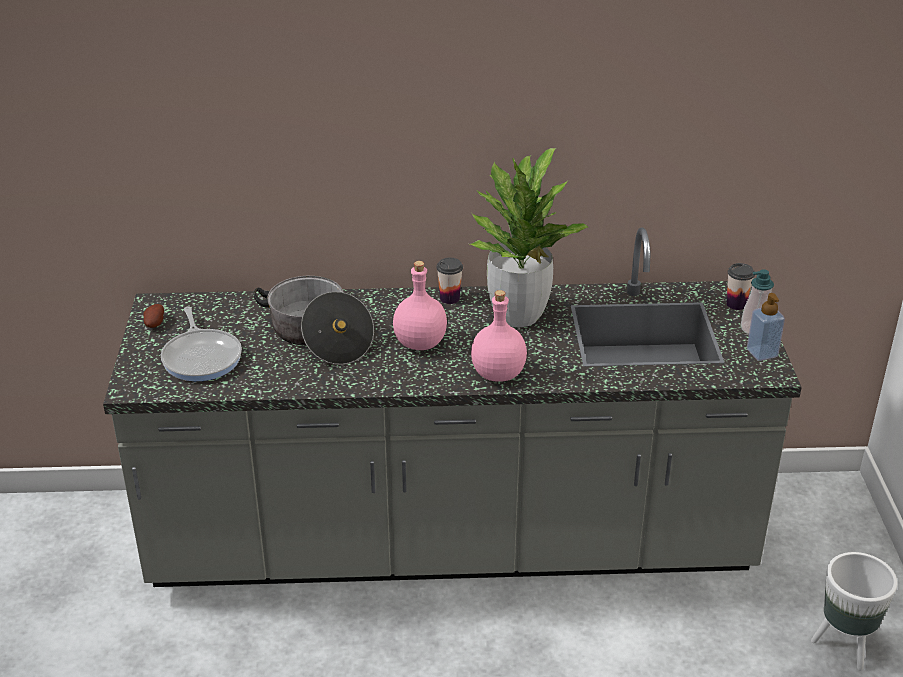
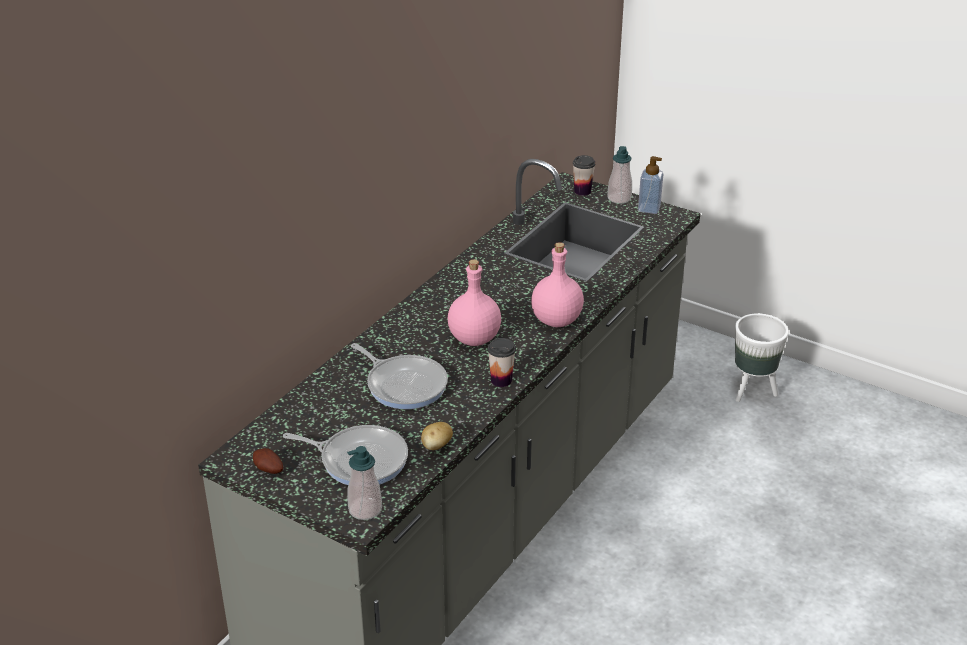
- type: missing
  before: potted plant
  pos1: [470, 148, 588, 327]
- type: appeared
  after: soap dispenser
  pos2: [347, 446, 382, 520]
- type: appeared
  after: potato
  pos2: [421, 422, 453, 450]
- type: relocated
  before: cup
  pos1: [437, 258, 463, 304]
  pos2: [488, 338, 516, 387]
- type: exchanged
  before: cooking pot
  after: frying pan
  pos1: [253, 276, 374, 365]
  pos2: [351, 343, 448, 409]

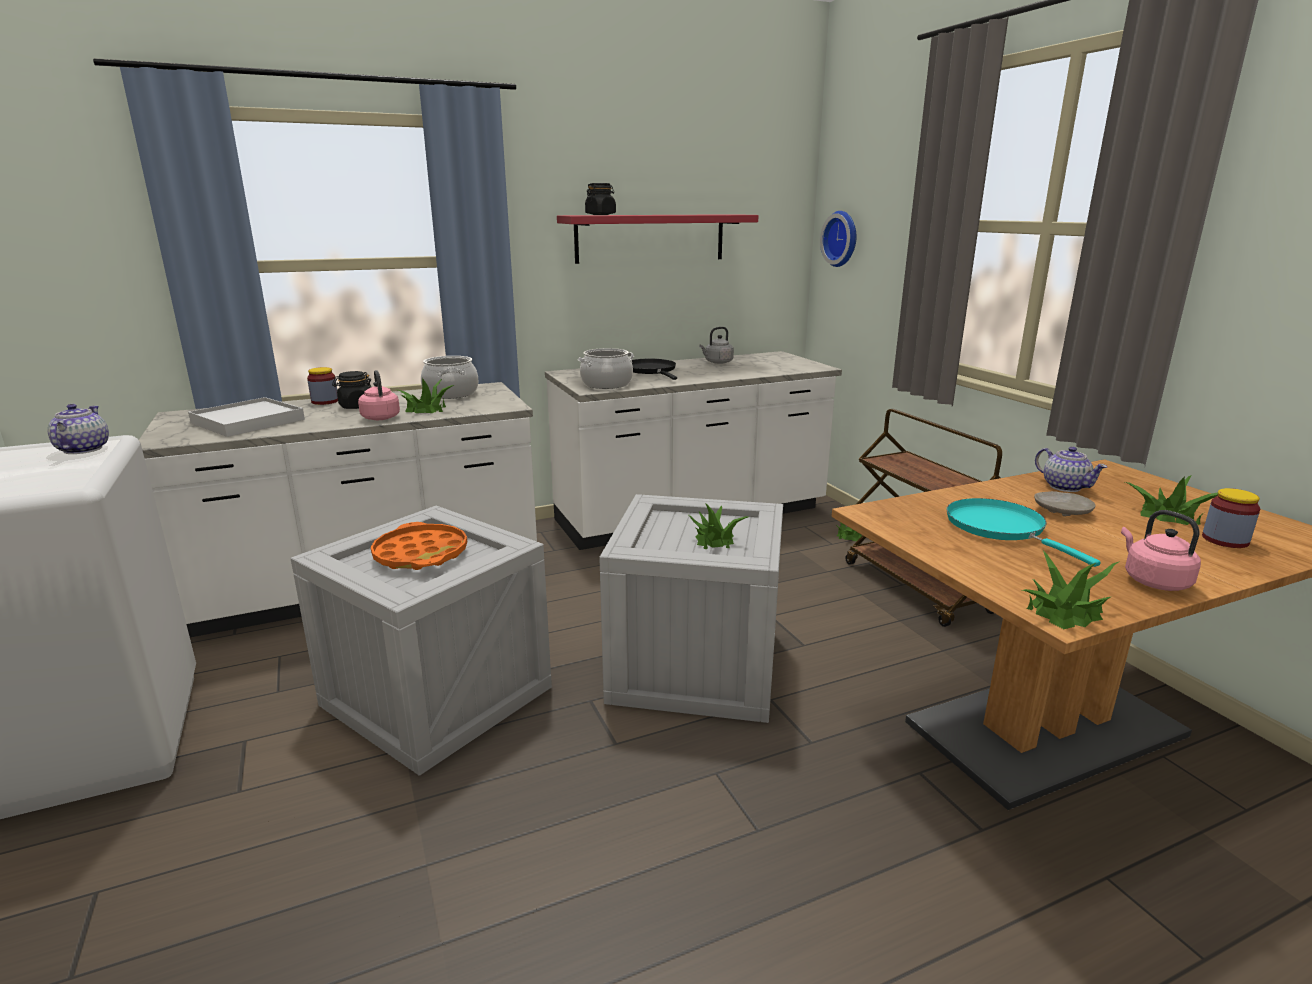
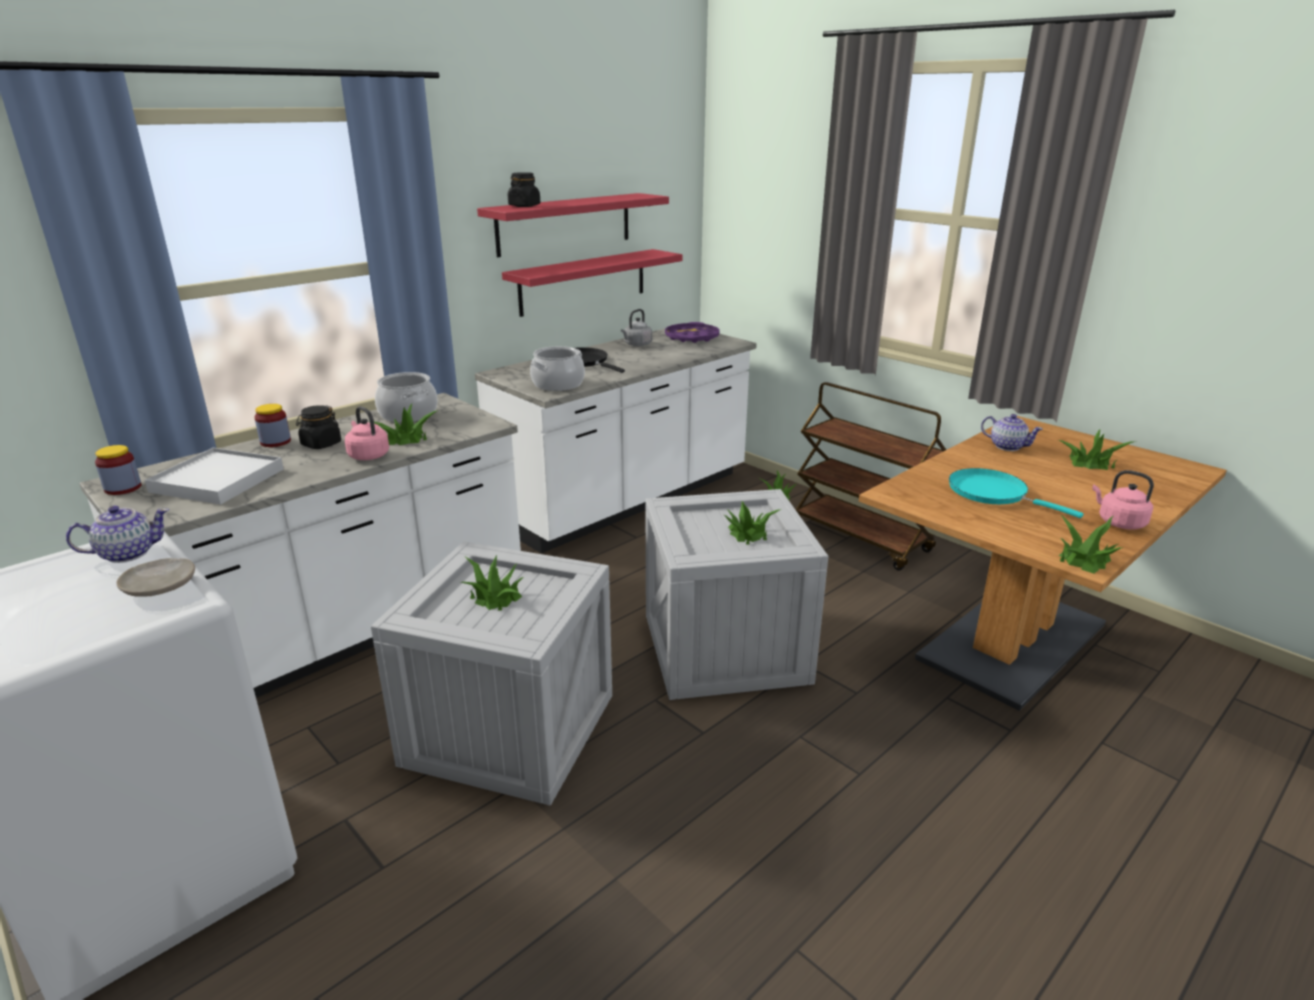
- type: missing
  before: wall clock
  pos1: [820, 211, 856, 267]
- type: appeared
  after: shelf (red)
  pos2: [502, 249, 683, 317]
- type: appeared
  after: tray (purple)
  pos2: [665, 322, 720, 343]
- type: relocated
  before: plate (beige)
  pos1: [1034, 491, 1096, 516]
  pos2: [116, 558, 195, 597]
- type: relocated
  before: jar
  pos1: [1202, 488, 1260, 548]
  pos2: [95, 445, 142, 495]
- type: exchanged
  before: tray (orange)
  after: potted plant
  pos1: [371, 522, 467, 570]
  pos2: [459, 554, 524, 611]
- type: spun
  before: teapot
  pos1: [47, 404, 109, 454]
  pos2: [66, 506, 169, 563]
  turn: 90

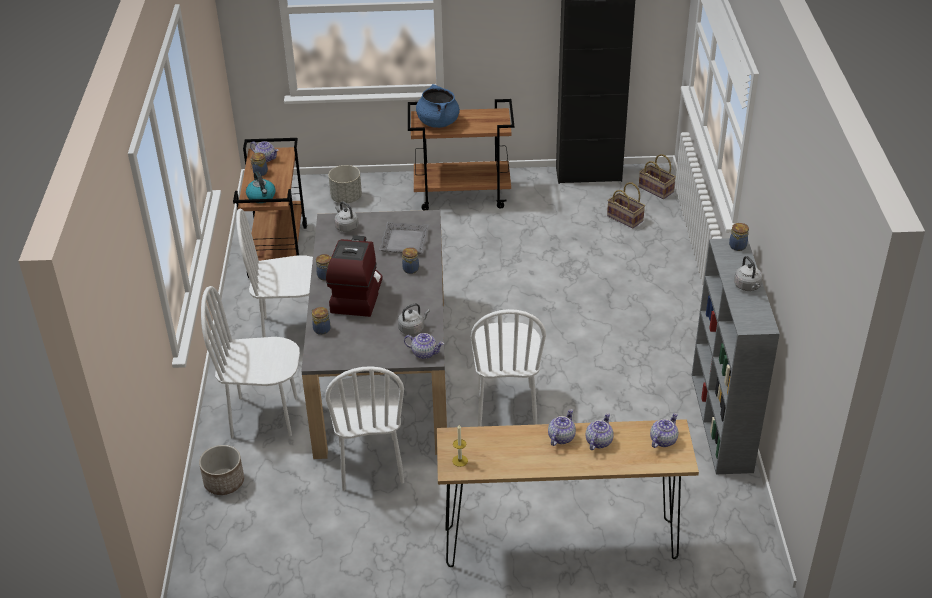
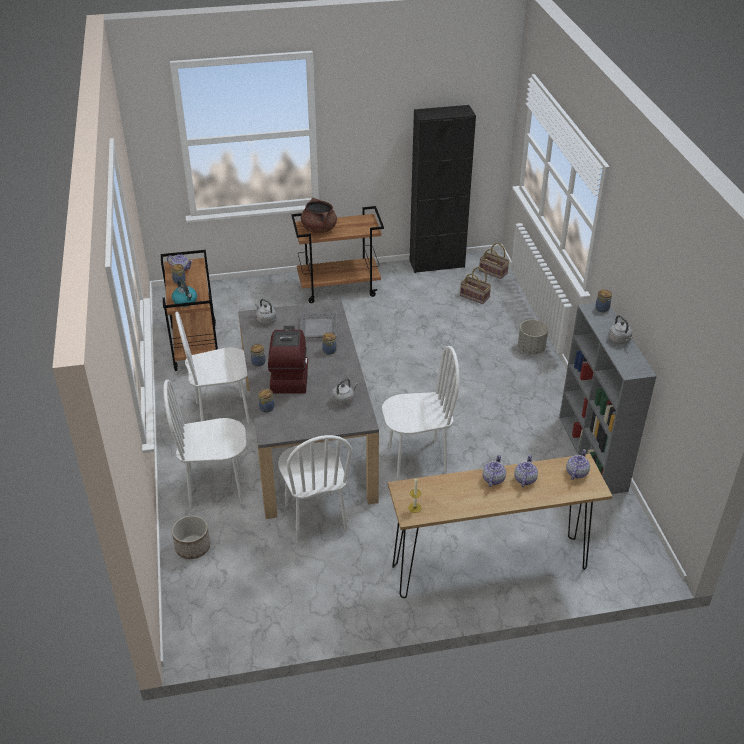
- type: missing
  before: teapot
  pos1: [404, 333, 444, 359]
- type: relocated
  before: planter (grey)
  pos1: [329, 165, 362, 203]
  pos2: [518, 320, 548, 354]
- type: colour
  before: cooking pot (blue)
  after: cooking pot (brown)
  pos1: [416, 84, 460, 128]
  pos2: [301, 198, 337, 233]
- type: spun
  before: chair (white)
  pos1: [471, 309, 546, 427]
  pos2: [382, 346, 460, 478]
  turn: -90

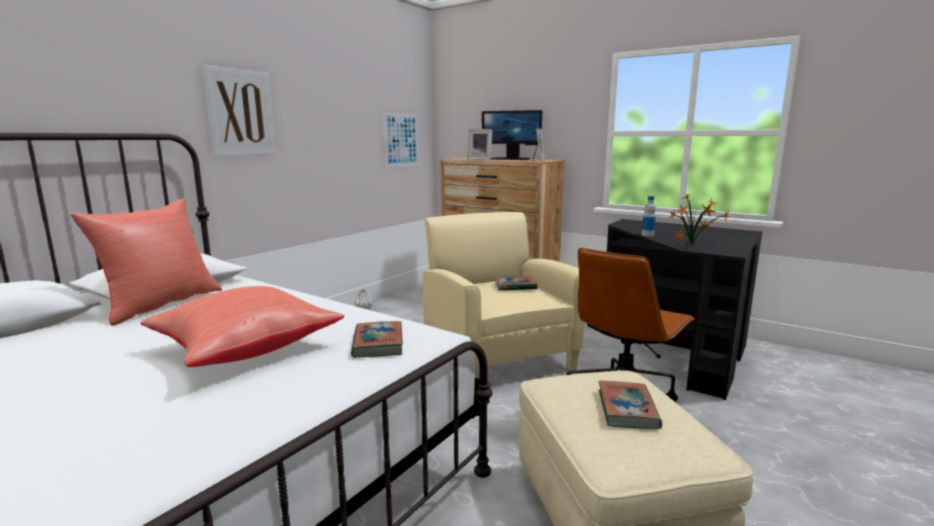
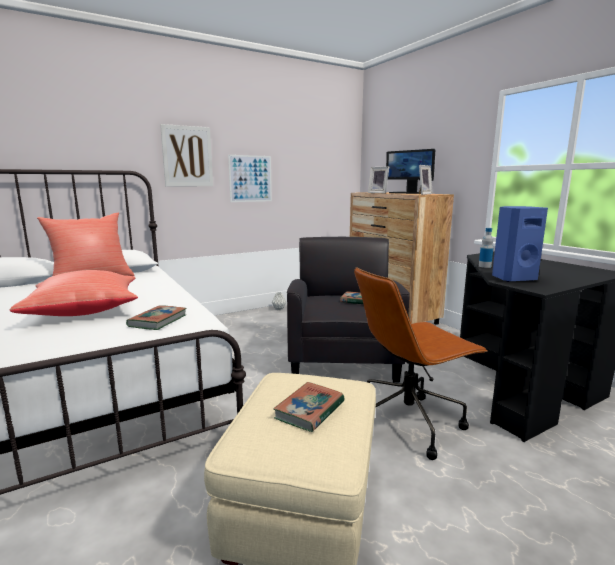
- type: relocated
  before: picture
  pos1: [383, 113, 419, 167]
  pos2: [228, 155, 272, 202]
- type: exchanged
  before: potted plant
  after: speaker (blue)
  pos1: [669, 193, 730, 245]
  pos2: [492, 206, 548, 282]
- type: colour
  before: armchair (beige)
  after: armchair (black)
  pos1: [423, 212, 585, 378]
  pos2: [287, 237, 410, 383]

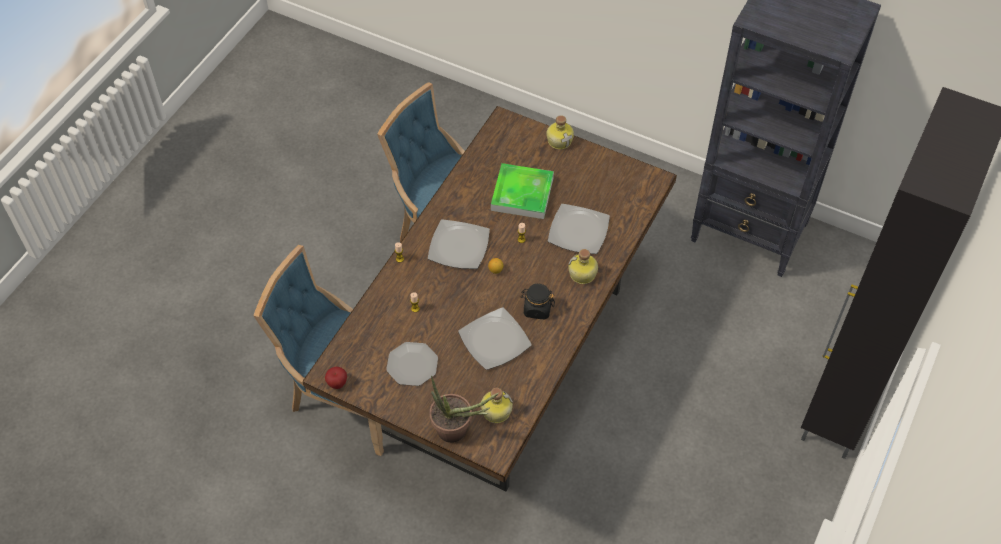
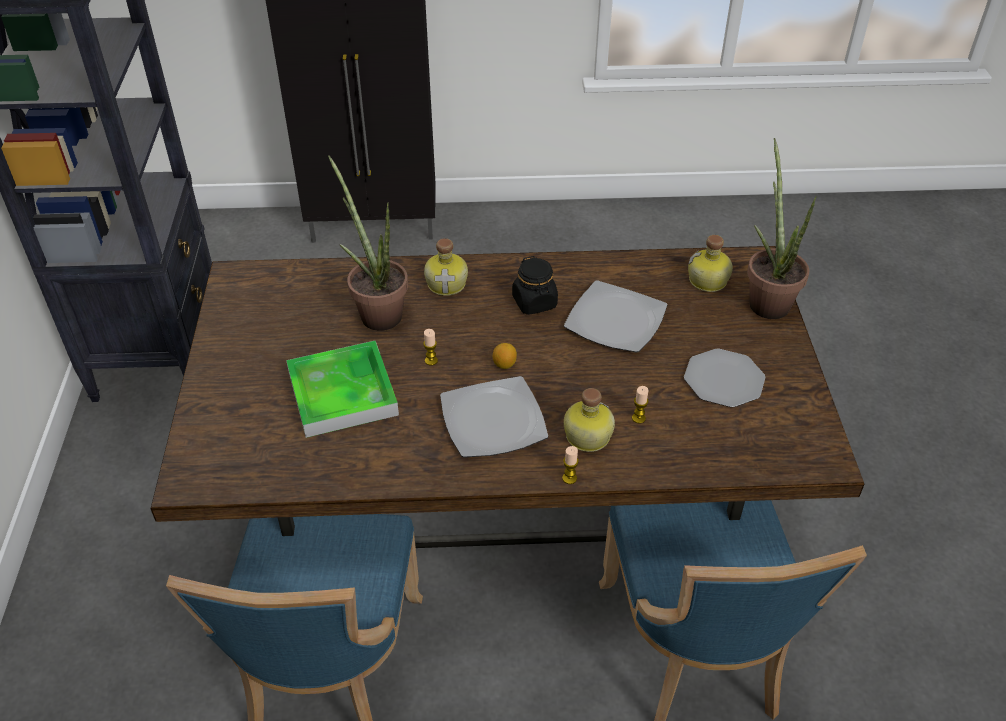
- type: missing
  before: apple
  pos1: [325, 367, 347, 389]
- type: relocated
  before: bottle
  pos1: [547, 115, 574, 150]
  pos2: [564, 388, 615, 452]
- type: exchanged
  before: plate
  after: potted plant
  pos1: [548, 204, 610, 254]
  pos2: [328, 155, 408, 331]

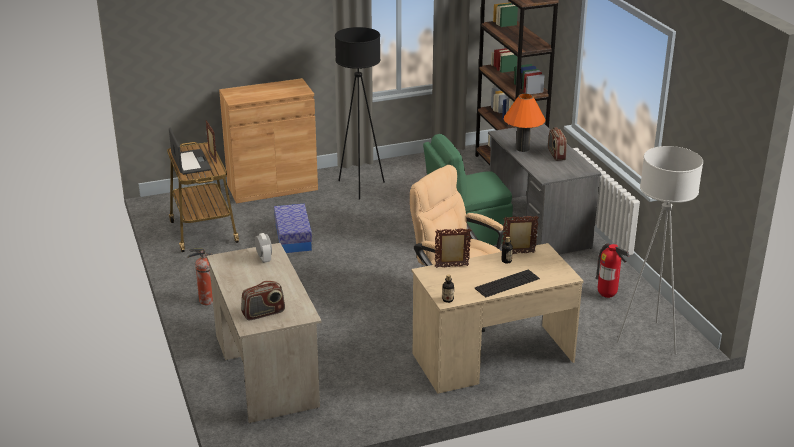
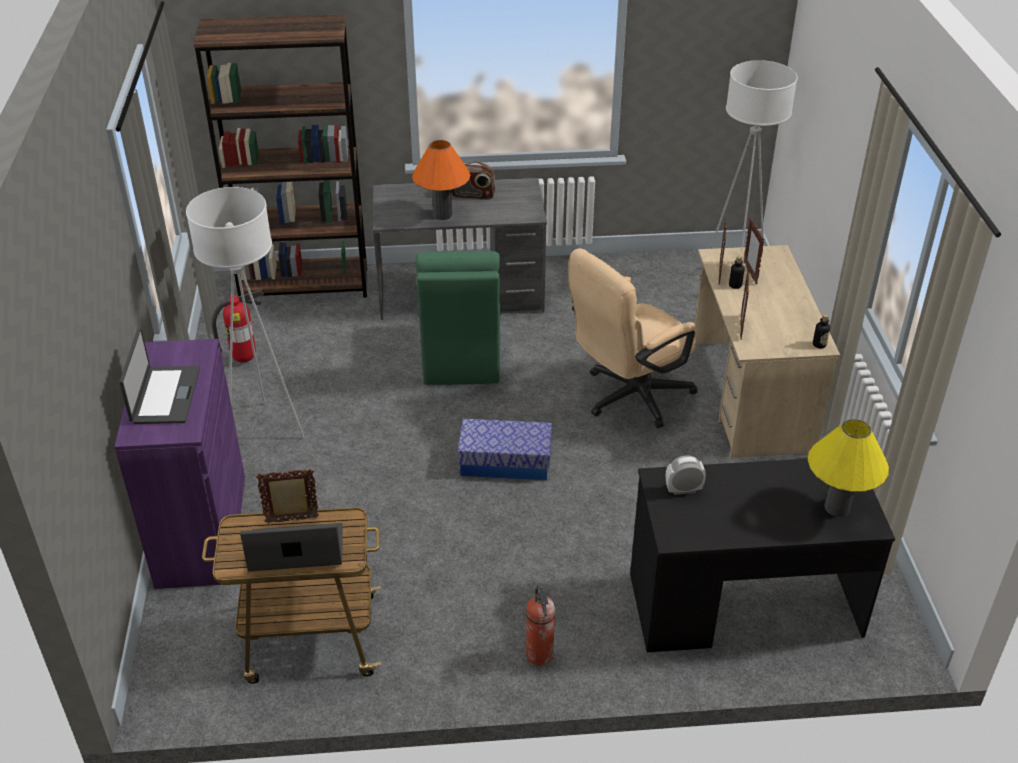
- type: missing
  before: keyboard
  pos1: [475, 269, 540, 297]
- type: appeared
  after: laptop
  pos2: [119, 328, 200, 424]
- type: appeared
  after: picture frame
  pos2: [744, 218, 764, 284]
- type: relocated
  before: storage box
  pos1: [274, 204, 312, 253]
  pos2: [457, 419, 552, 480]
- type: relocated
  before: fire extinguisher
  pos1: [595, 243, 629, 298]
  pos2: [212, 290, 264, 363]
- type: exchanged
  before: radio
  after: table lamp (yellow)
  pos1: [241, 281, 285, 320]
  pos2: [808, 419, 889, 517]
- type: colour
  before: desk (beige)
  after: desk (black)
  pos1: [207, 243, 322, 423]
  pos2: [630, 459, 895, 652]
- type: colour
  before: cabinet (brown)
  after: cabinet (purple)
  pos1: [219, 78, 318, 203]
  pos2: [115, 339, 245, 589]
- type: colour
  before: floor lamp (black)
  after: floor lamp (white)
  pos1: [335, 27, 385, 200]
  pos2: [186, 187, 304, 438]

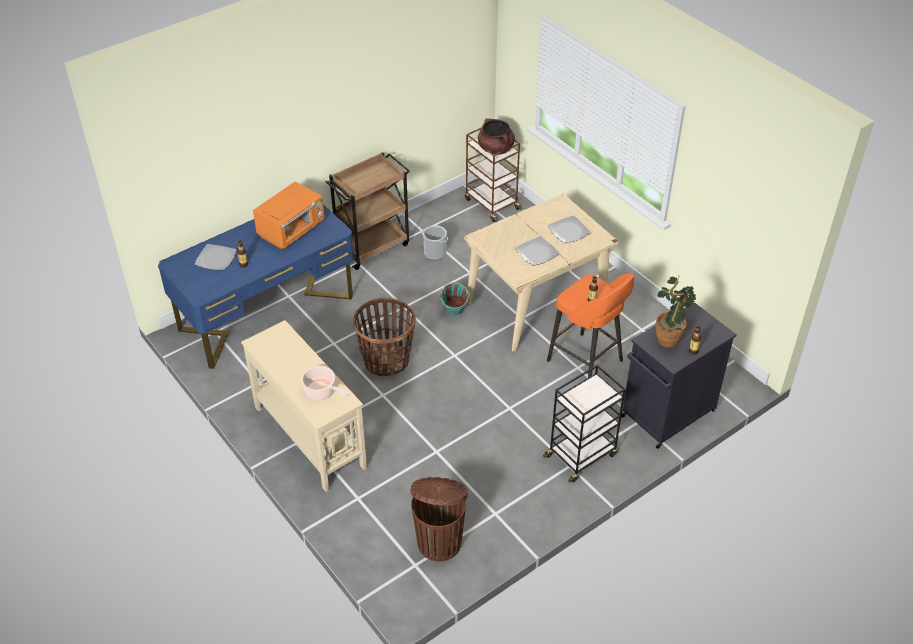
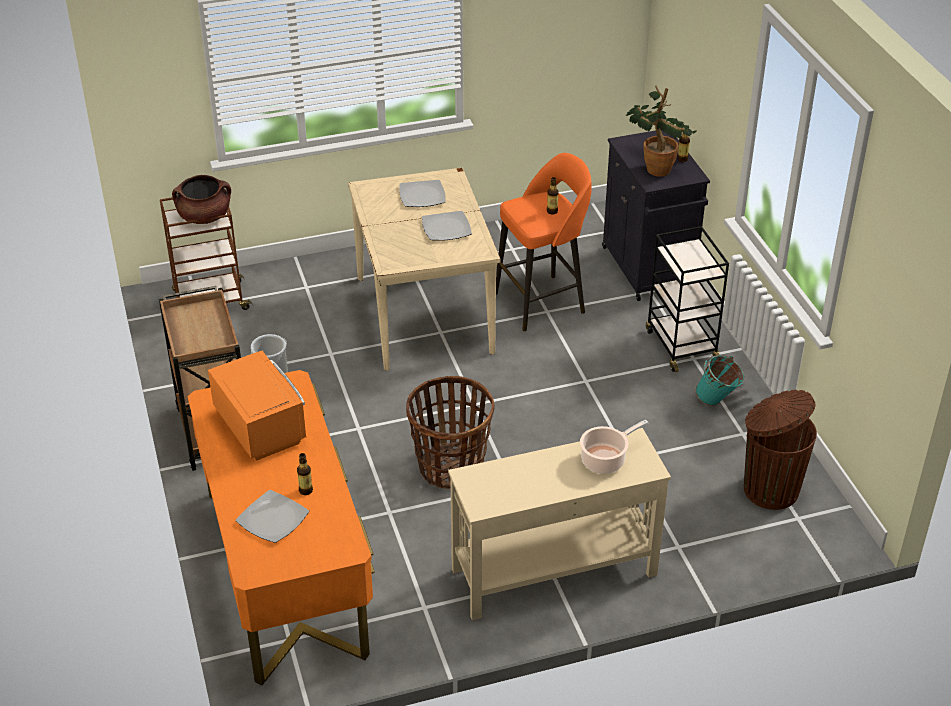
- type: relocated
  before: bucket (turquoise)
  pos1: [439, 282, 470, 315]
  pos2: [695, 355, 744, 406]
- type: colour
  before: desk (blue)
  after: desk (orange)
  pos1: [158, 204, 354, 369]
  pos2: [188, 370, 375, 685]

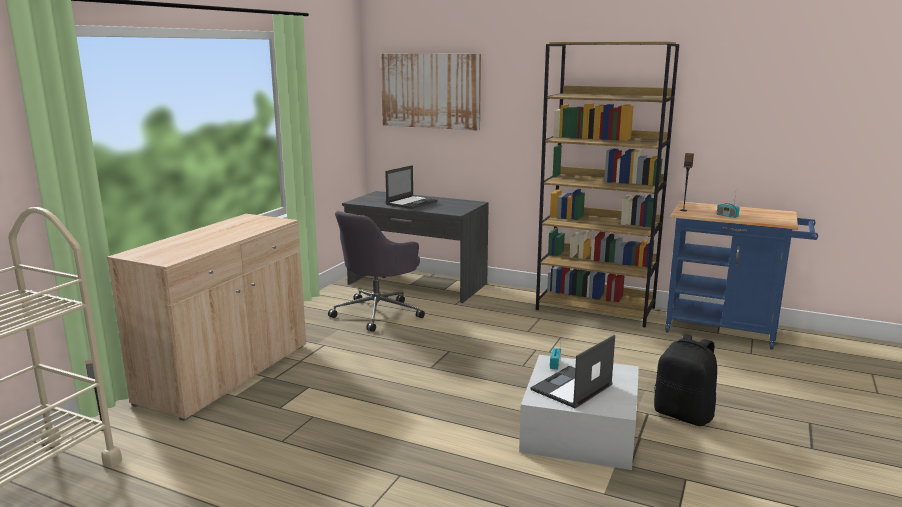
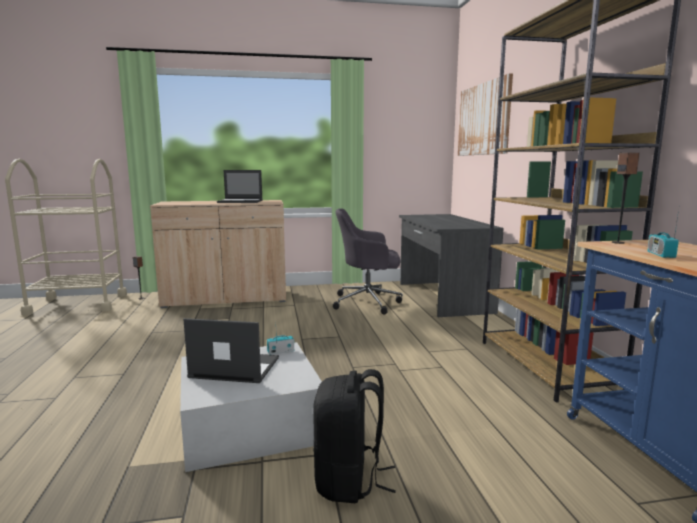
- type: relocated
  before: laptop
  pos1: [385, 165, 438, 209]
  pos2: [217, 170, 263, 203]

